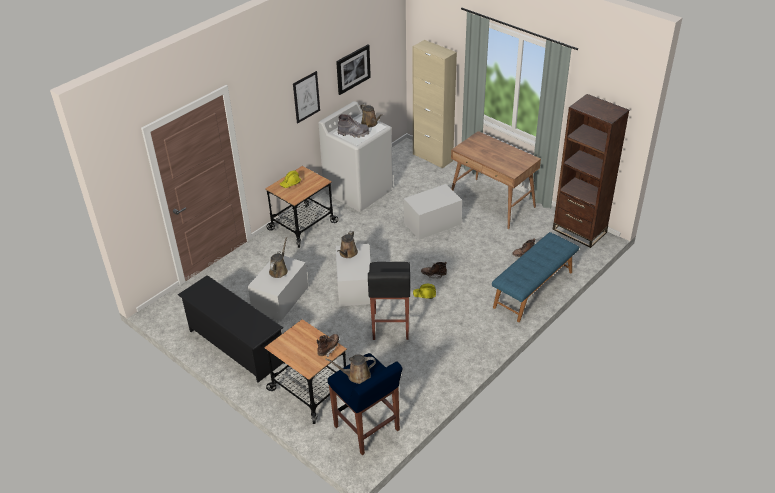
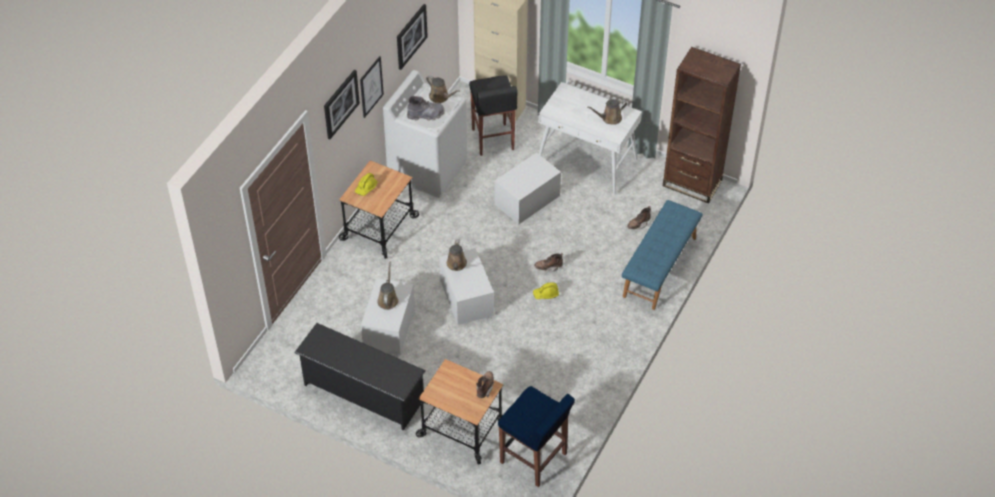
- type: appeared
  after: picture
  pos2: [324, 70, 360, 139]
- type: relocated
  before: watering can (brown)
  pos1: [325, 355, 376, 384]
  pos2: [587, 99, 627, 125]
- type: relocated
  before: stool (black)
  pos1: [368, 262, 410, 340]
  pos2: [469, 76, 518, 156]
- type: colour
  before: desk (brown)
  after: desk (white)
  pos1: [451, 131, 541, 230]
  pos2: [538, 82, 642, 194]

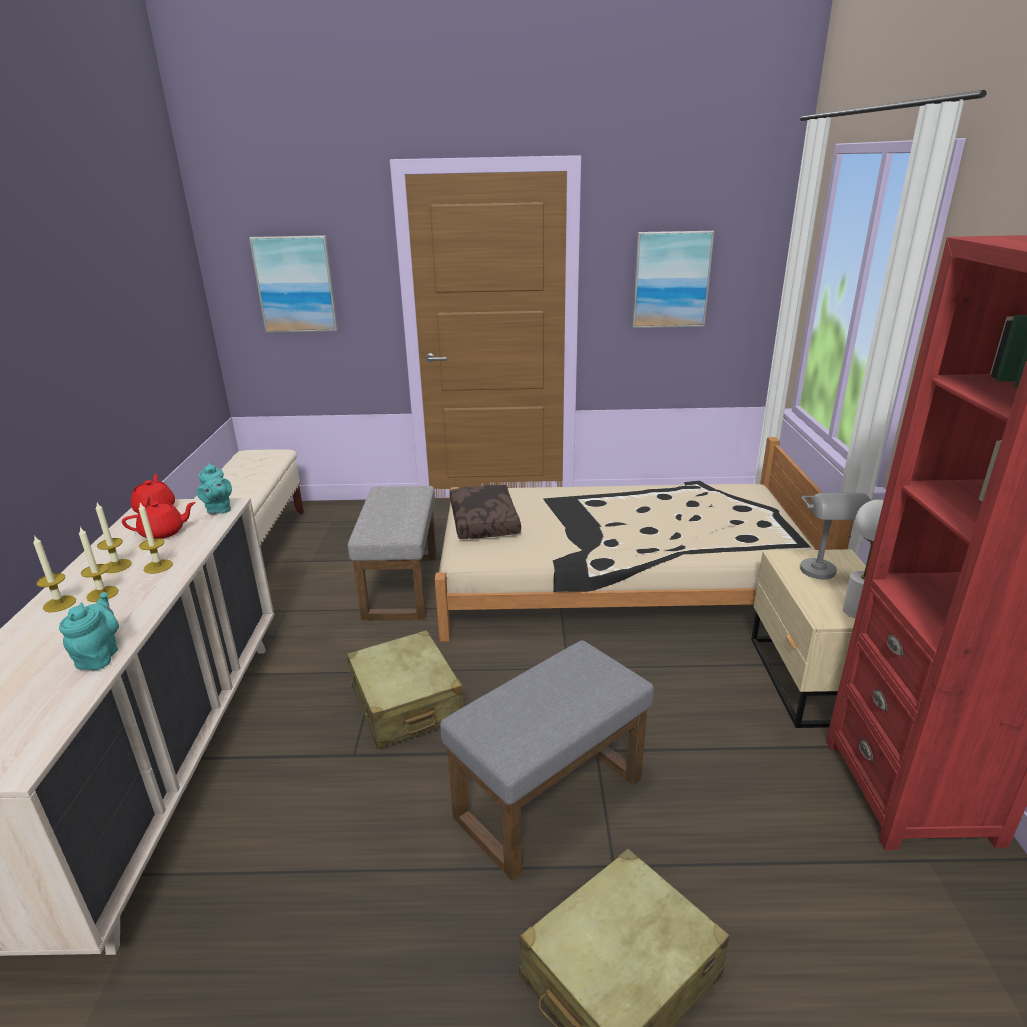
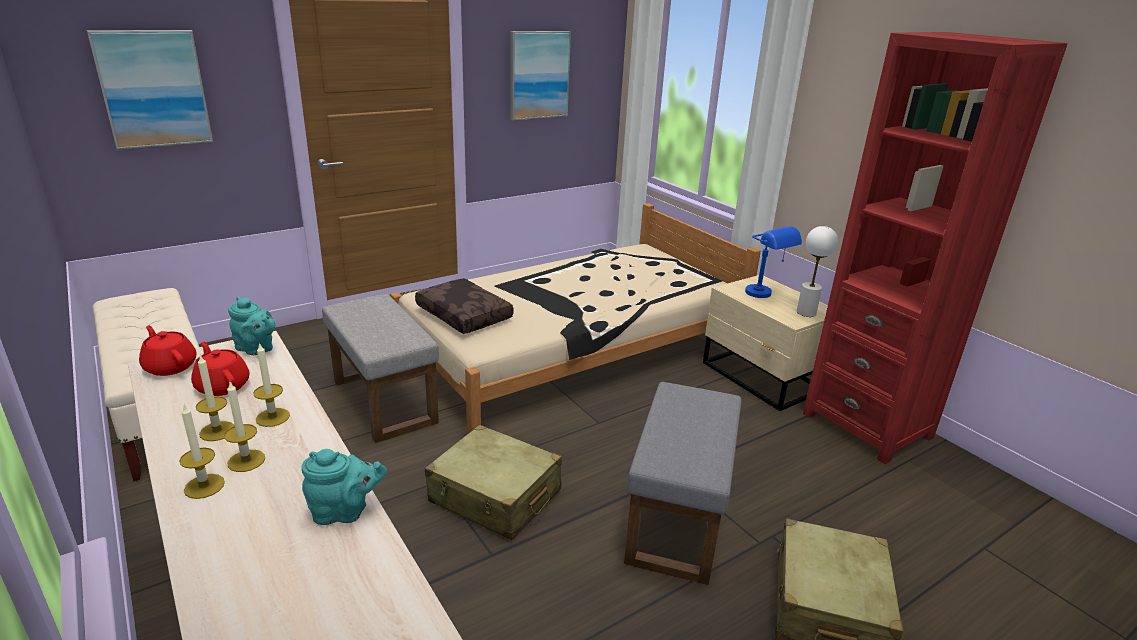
- type: colour
  before: table lamp (grey)
  after: table lamp (blue)
  pos1: [800, 493, 871, 579]
  pos2: [745, 226, 802, 298]
- type: spun
  before: teapot (turquoise)
  pos1: [59, 592, 119, 670]
  pos2: [302, 449, 387, 525]
  turn: 120
- type: spun
  before: teapot (red)
  pos1: [122, 502, 196, 539]
  pos2: [191, 341, 249, 396]
  turn: -75

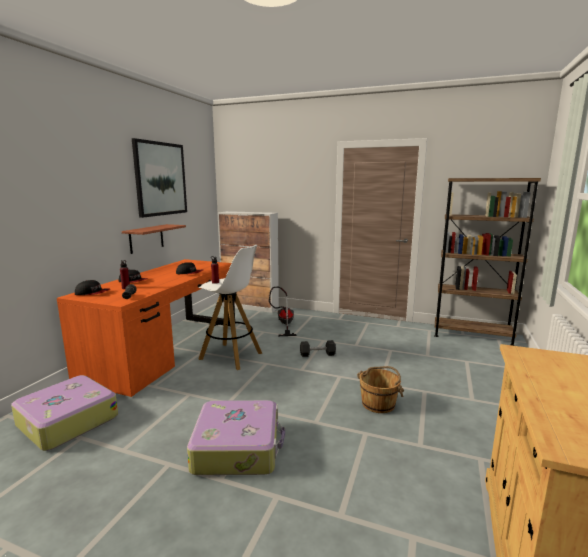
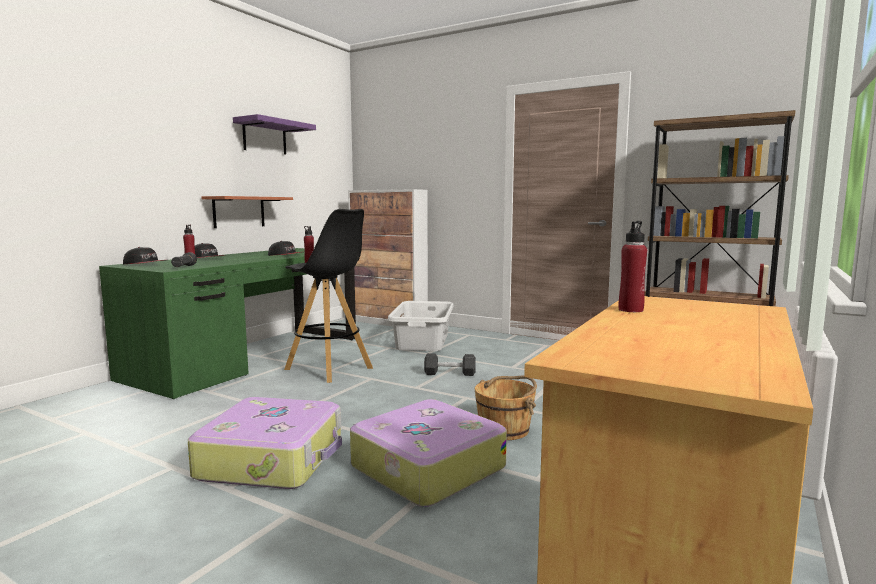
- type: appeared
  after: bottle (red)
  pos2: [619, 221, 647, 312]
- type: relocated
  before: suitcase
  pos1: [11, 375, 118, 451]
  pos2: [350, 399, 507, 507]
- type: exchanged
  before: picture
  after: shelf (purple)
  pos1: [132, 138, 187, 218]
  pos2: [233, 114, 316, 155]
- type: exchanged
  before: vacuum cleaner
  after: laundry basket (grey)
  pos1: [269, 286, 297, 336]
  pos2: [388, 301, 454, 351]
- type: colour
  before: desk (orange)
  after: desk (green)
  pos1: [57, 259, 235, 397]
  pos2: [99, 248, 356, 399]
- type: colour
  before: stool (white)
  after: stool (black)
  pos1: [198, 245, 262, 370]
  pos2: [284, 209, 373, 383]

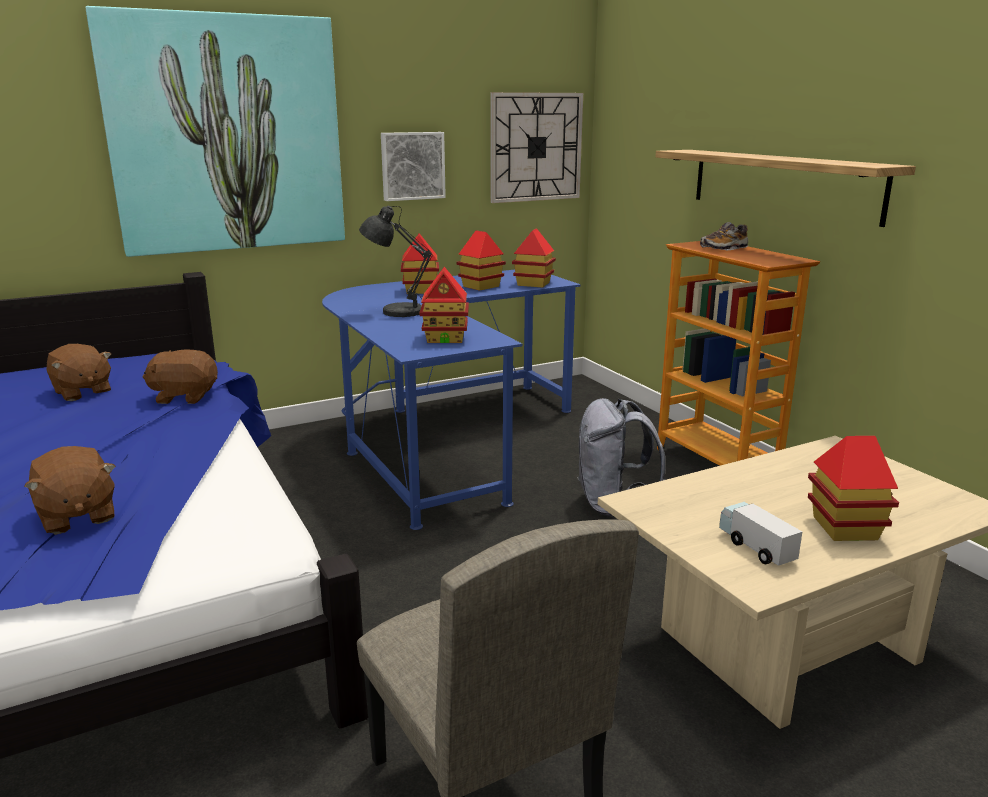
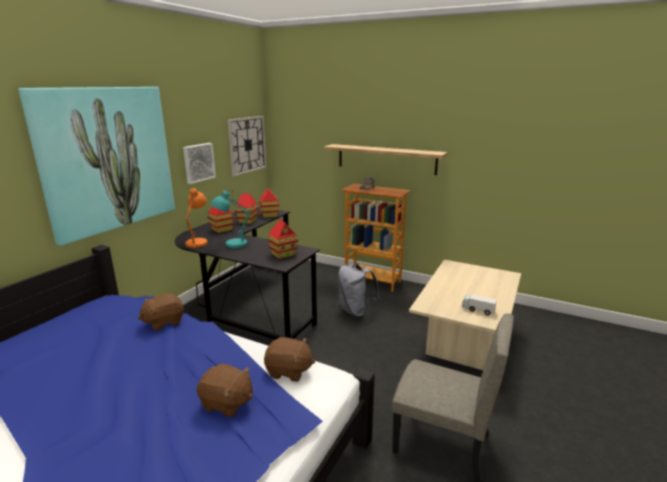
- type: missing
  before: toy house
  pos1: [808, 436, 899, 541]
- type: appeared
  after: table lamp (orange)
  pos2: [185, 188, 208, 248]
- type: relocated
  before: plush toy (brown)
  pos1: [46, 344, 111, 401]
  pos2: [264, 337, 315, 382]
- type: colour
  before: desk (blue)
  after: desk (black)
  pos1: [322, 270, 581, 530]
  pos2: [175, 206, 320, 340]
- type: colour
  before: table lamp (grey)
  after: table lamp (turquoise)
  pos1: [359, 206, 433, 317]
  pos2: [210, 190, 251, 248]

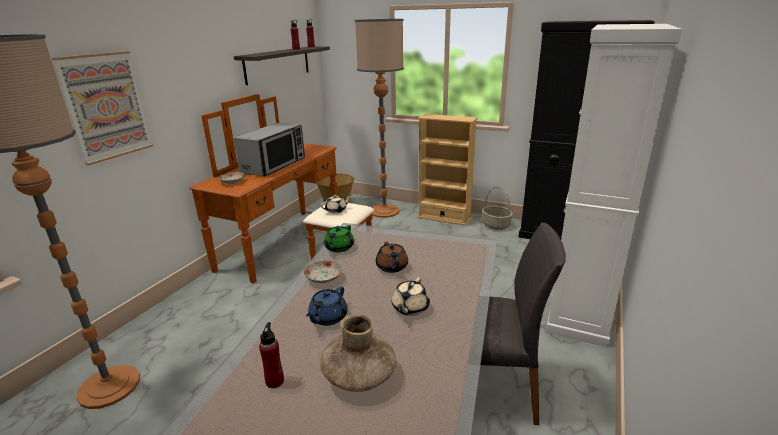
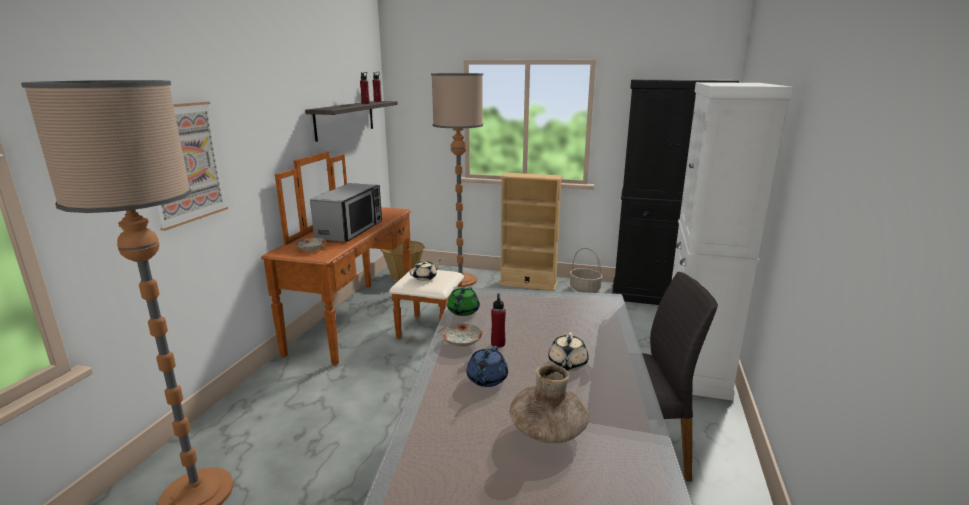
- type: missing
  before: teapot (brown)
  pos1: [376, 242, 408, 273]
- type: relocated
  before: bottle (red)
  pos1: [259, 322, 284, 388]
  pos2: [491, 293, 506, 348]

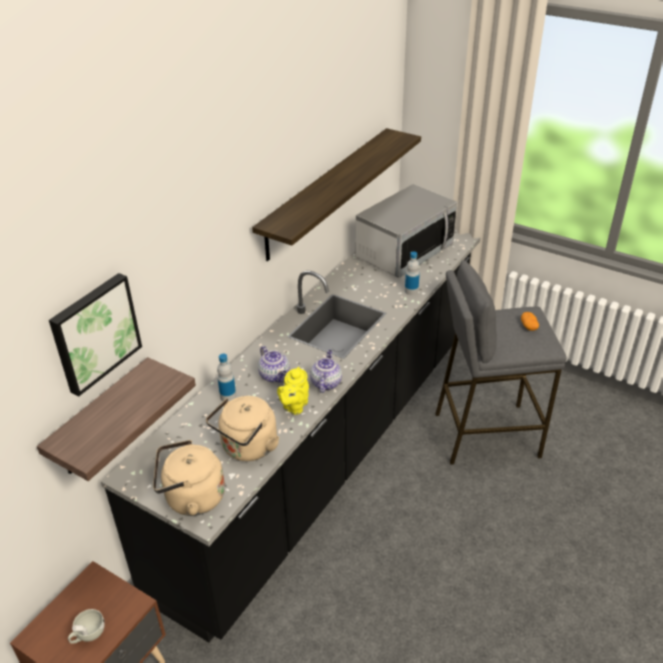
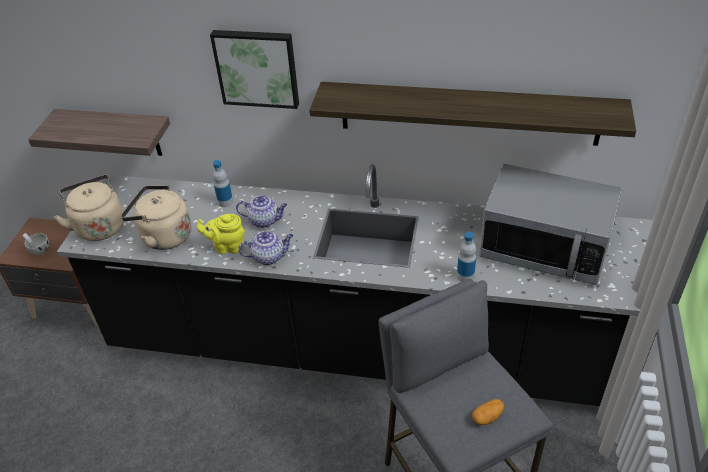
- type: relocated
  before: picture
  pos1: [49, 273, 142, 397]
  pos2: [210, 30, 299, 109]
- type: spun
  before: teapot
  pos1: [258, 346, 290, 383]
  pos2: [236, 195, 287, 228]
  turn: -120

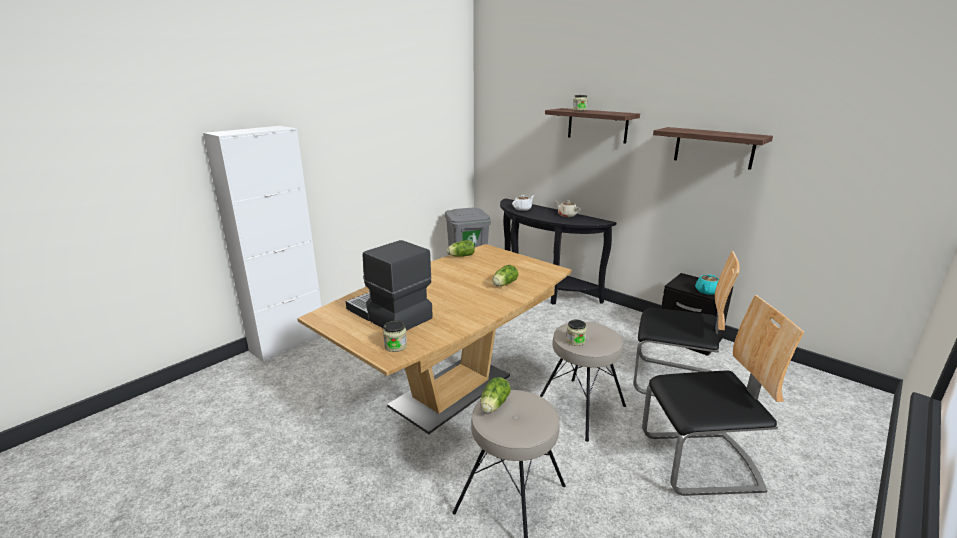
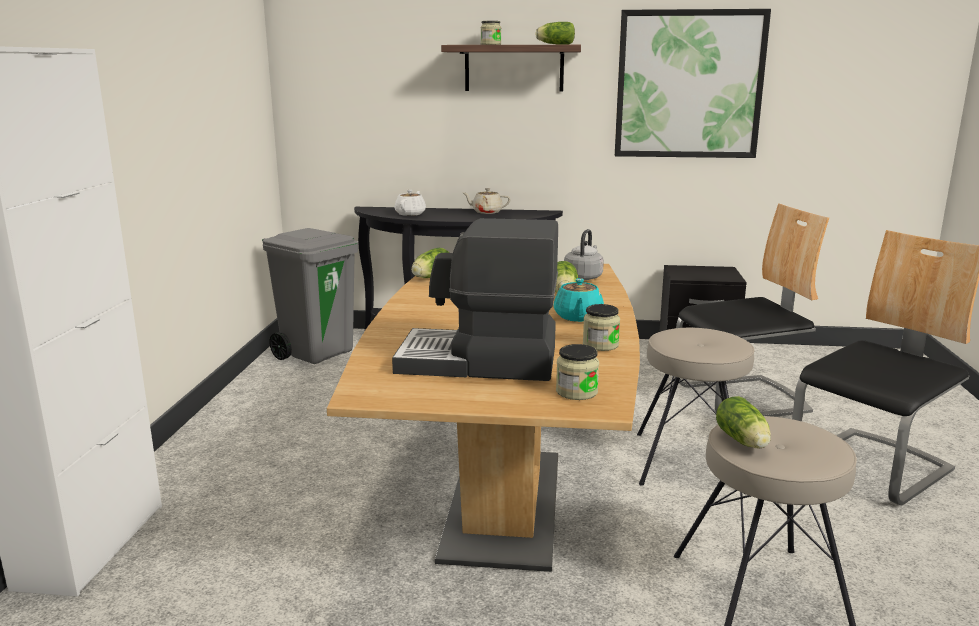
- type: appeared
  after: lettuce
  pos2: [535, 22, 575, 45]
- type: appeared
  after: kettle (grey)
  pos2: [564, 229, 604, 280]
- type: relocated
  before: jar
  pos1: [566, 320, 587, 346]
  pos2: [583, 304, 620, 351]
- type: relocated
  before: teapot (turquoise)
  pos1: [695, 274, 719, 295]
  pos2: [553, 278, 604, 322]
- type: exchanged
  before: shelf
  after: picture
  pos1: [653, 127, 773, 170]
  pos2: [615, 9, 771, 158]

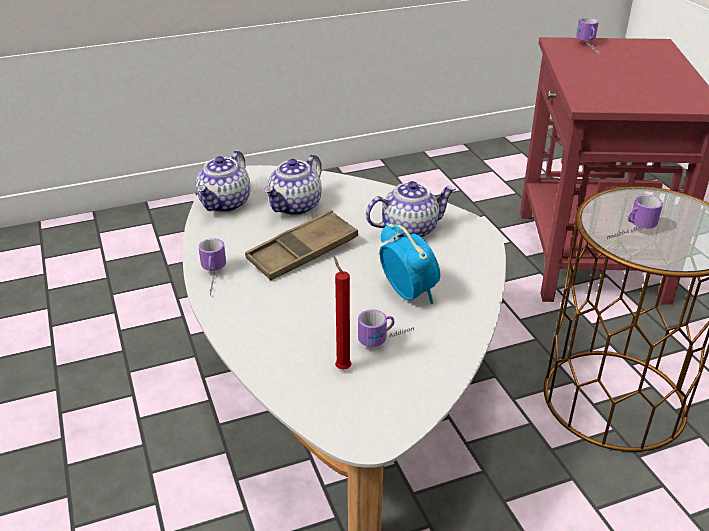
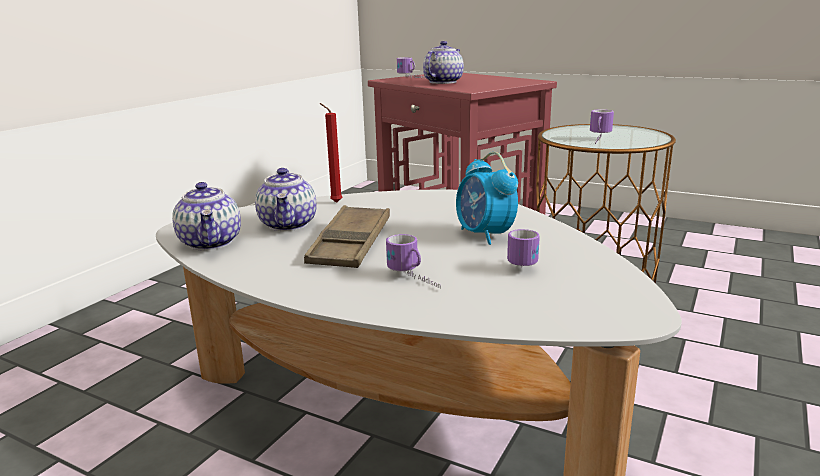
- type: relocated
  before: mug
  pos1: [199, 238, 226, 296]
  pos2: [386, 234, 441, 289]
- type: relocated
  before: candle (red)
  pos1: [334, 257, 351, 369]
  pos2: [320, 103, 342, 203]
- type: relocated
  before: teapot
  pos1: [366, 181, 456, 238]
  pos2: [423, 41, 464, 84]
- type: spun
  before: alarm clock
  pos1: [379, 222, 440, 304]
  pos2: [456, 152, 518, 245]
  turn: -135

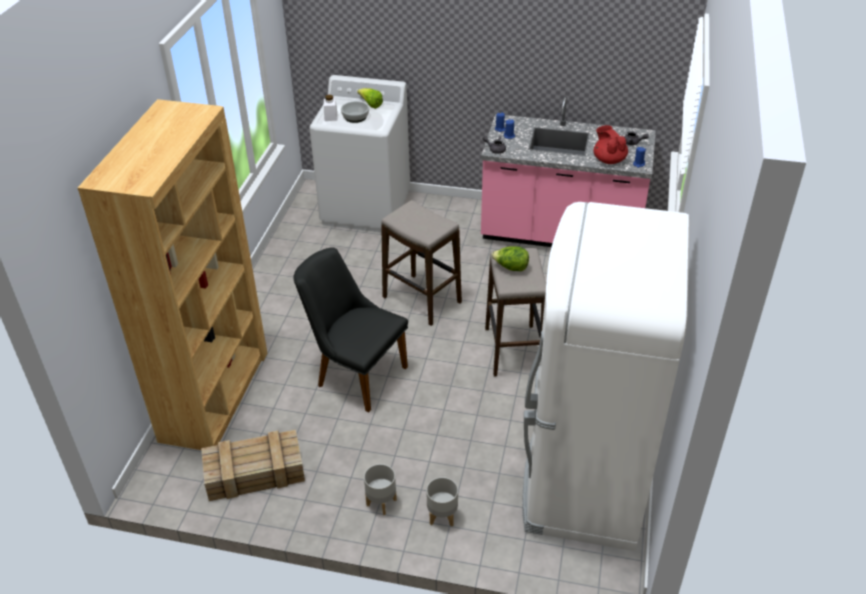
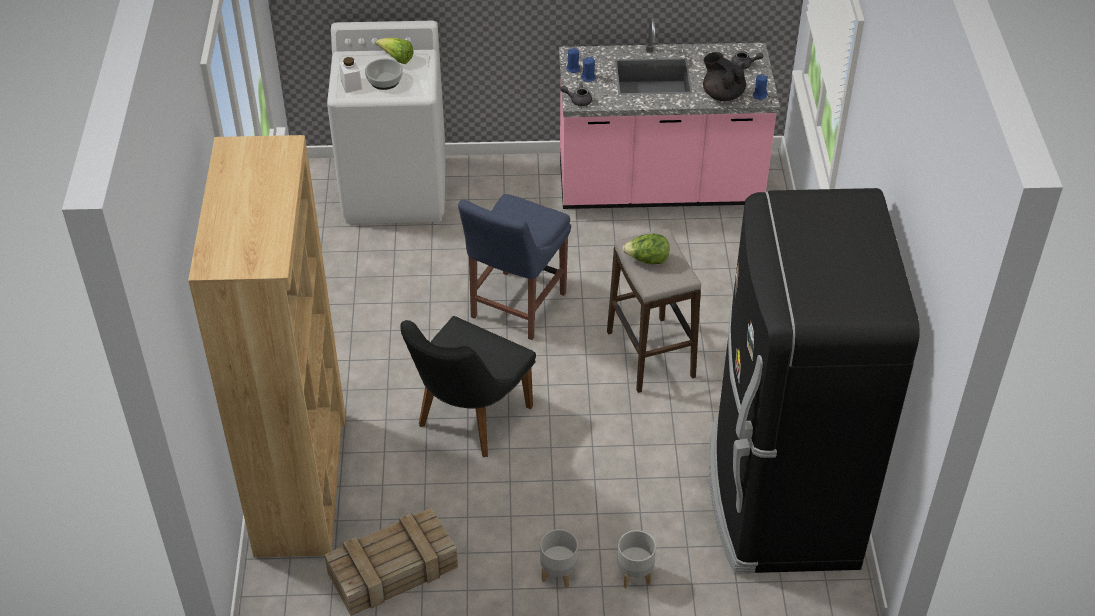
- type: exchanged
  before: stool
  after: chair (blue)
  pos1: [381, 200, 462, 326]
  pos2: [458, 194, 571, 340]
- type: colour
  before: fridge (white)
  after: fridge (black)
  pos1: [522, 202, 690, 551]
  pos2: [709, 188, 920, 574]
- type: colour
  before: teapot (red)
  after: teapot (black)
  pos1: [593, 125, 628, 164]
  pos2: [703, 52, 746, 101]
- type: spun
  before: chair (black)
  pos1: [293, 247, 408, 412]
  pos2: [400, 316, 536, 457]
  turn: -75

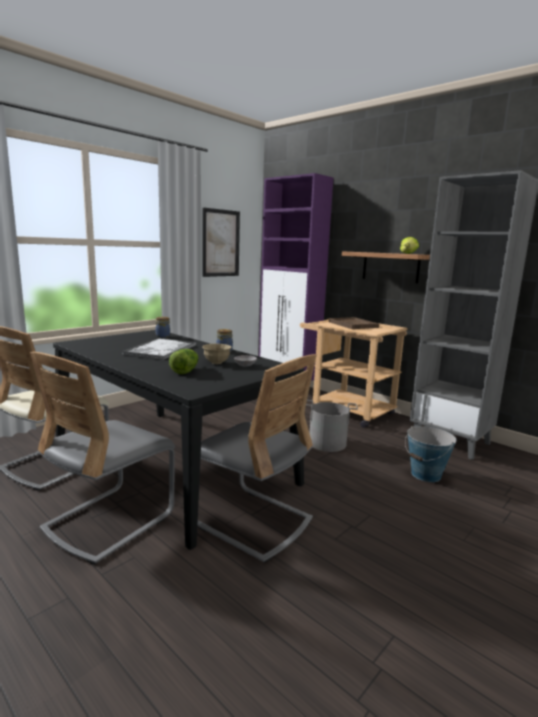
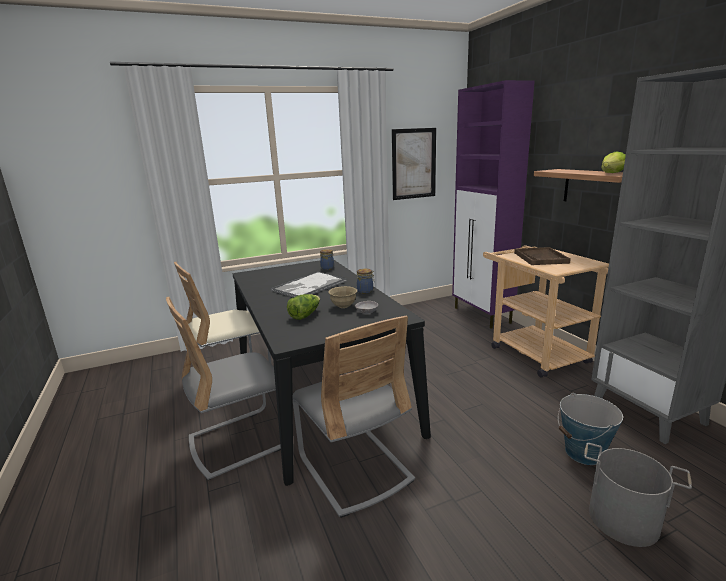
- type: relocated
  before: bucket (grey)
  pos1: [306, 400, 358, 452]
  pos2: [584, 443, 692, 547]

